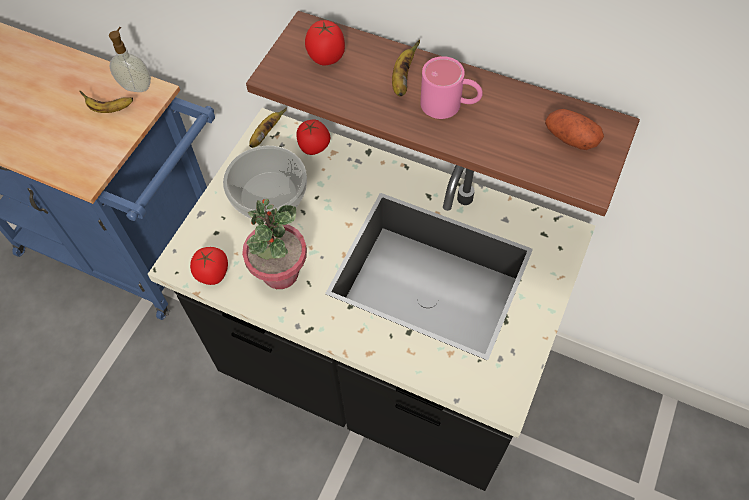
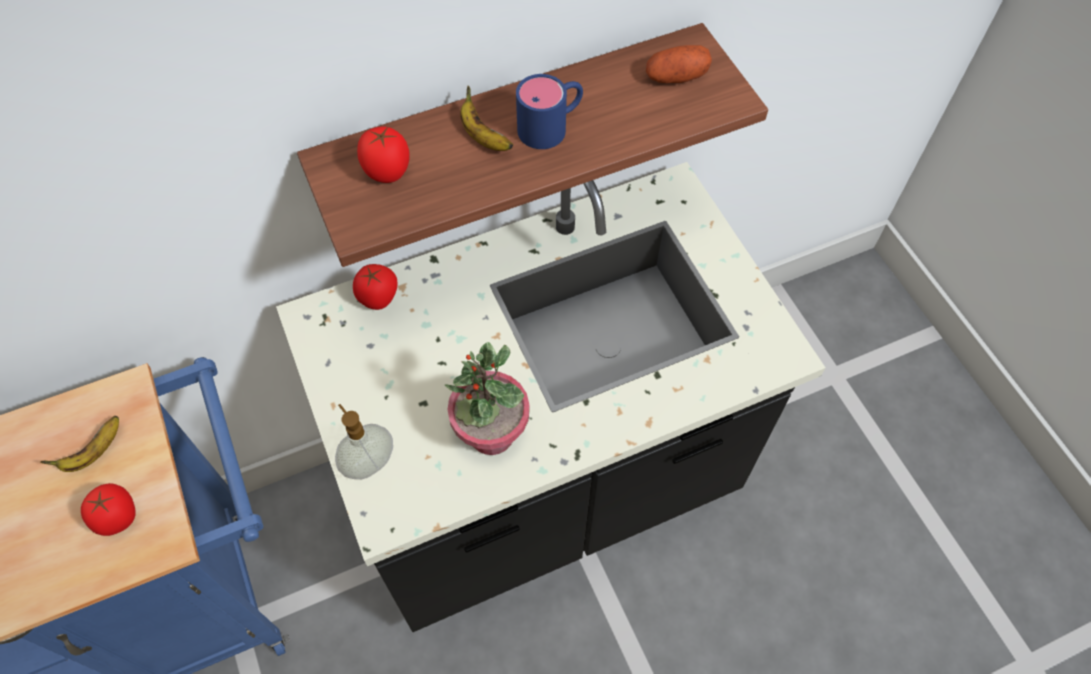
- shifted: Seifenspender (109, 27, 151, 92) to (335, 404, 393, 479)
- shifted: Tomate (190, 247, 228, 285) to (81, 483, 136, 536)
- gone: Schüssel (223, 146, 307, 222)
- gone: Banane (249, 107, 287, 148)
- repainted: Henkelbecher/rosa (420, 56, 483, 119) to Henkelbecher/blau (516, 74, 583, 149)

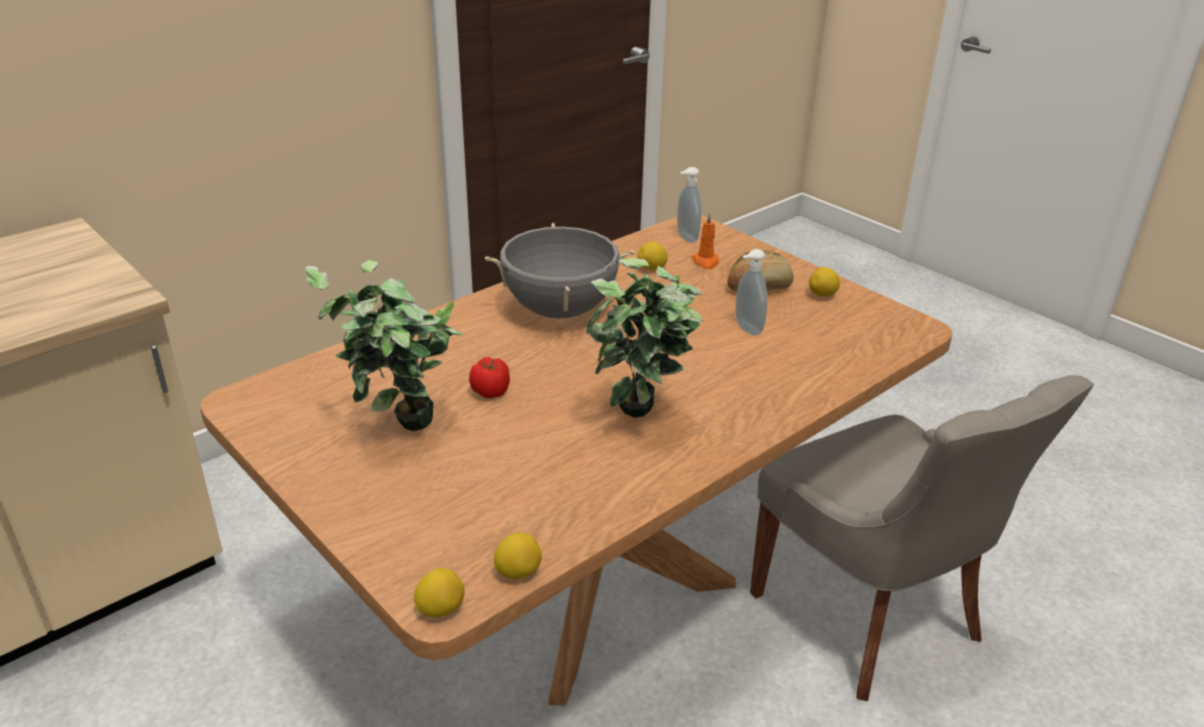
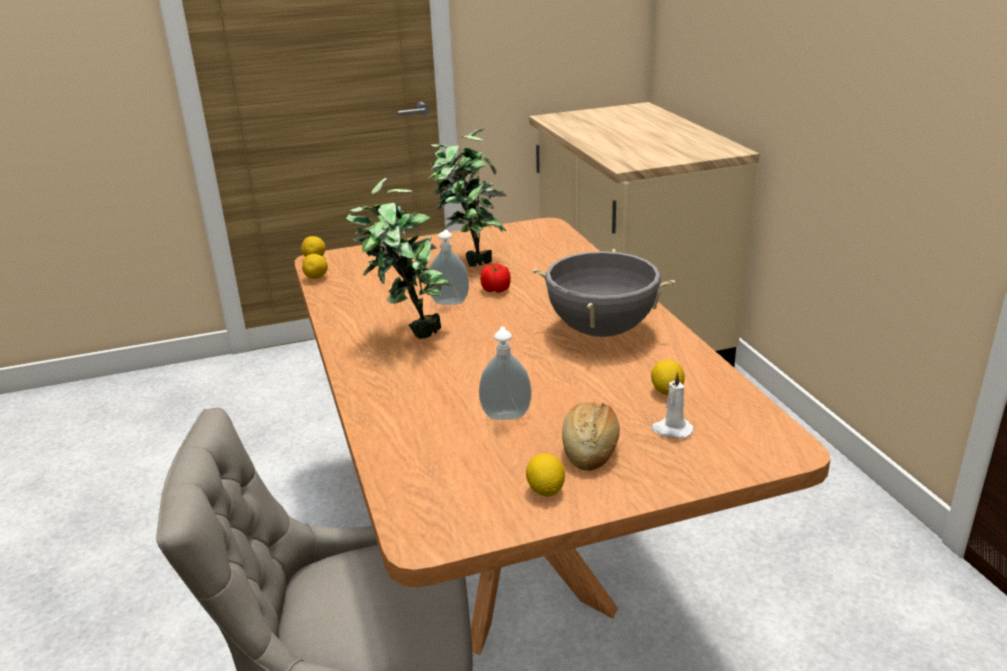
- shifted: Seifenspender (677, 167, 702, 243) to (428, 230, 469, 305)
- repainted: Kerze/orange (691, 213, 719, 269) to Kerze/weiß (651, 372, 693, 439)

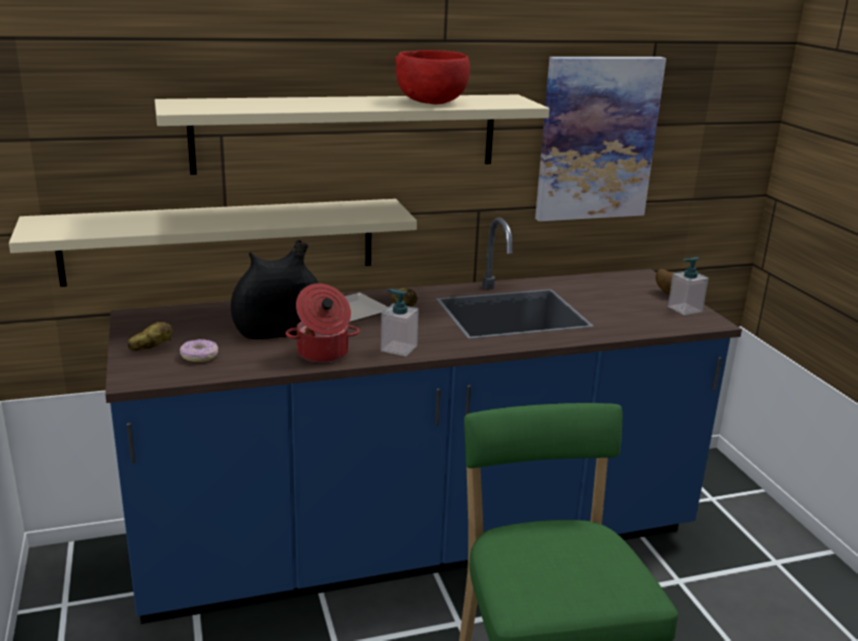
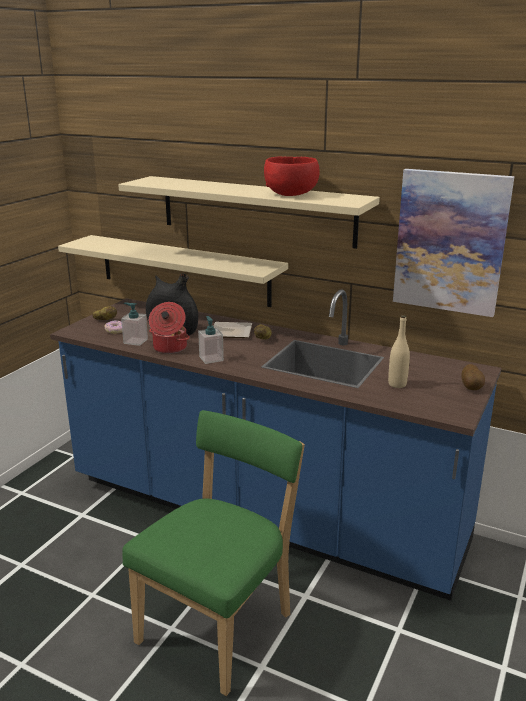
- shifted: Seifenspender (668, 257, 709, 315) to (121, 302, 148, 346)
- new: Flasche/beige (388, 315, 410, 388)

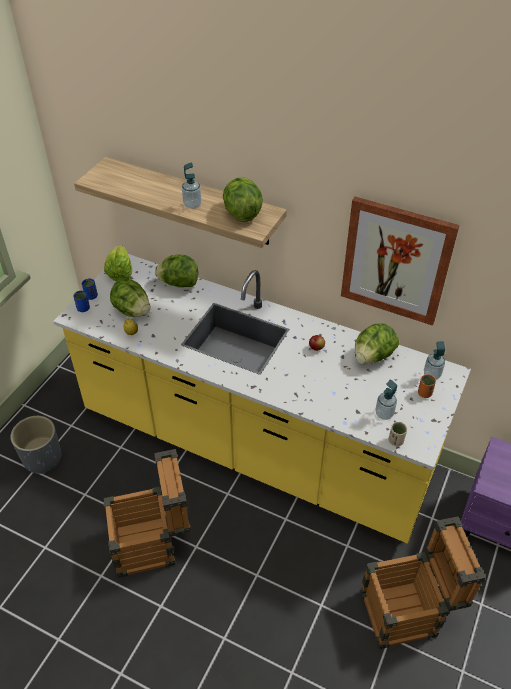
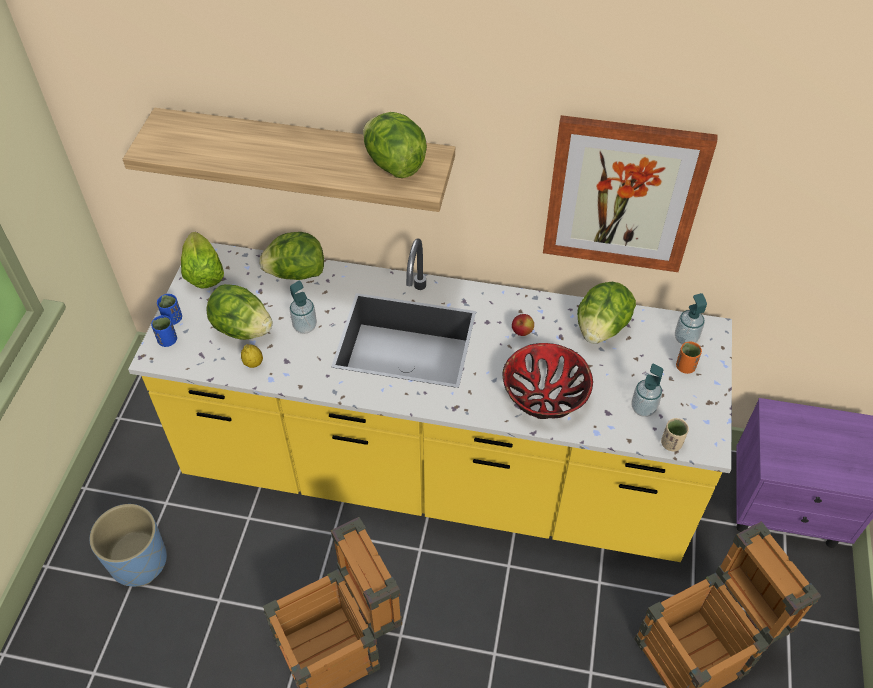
- repainted: Pflanzkübel/grau (11, 416, 62, 474) to Pflanzkübel/blau (90, 504, 167, 587)
- shifted: Seifenspender (182, 162, 201, 209) to (289, 281, 317, 334)
- new: Schüssel (503, 343, 593, 419)

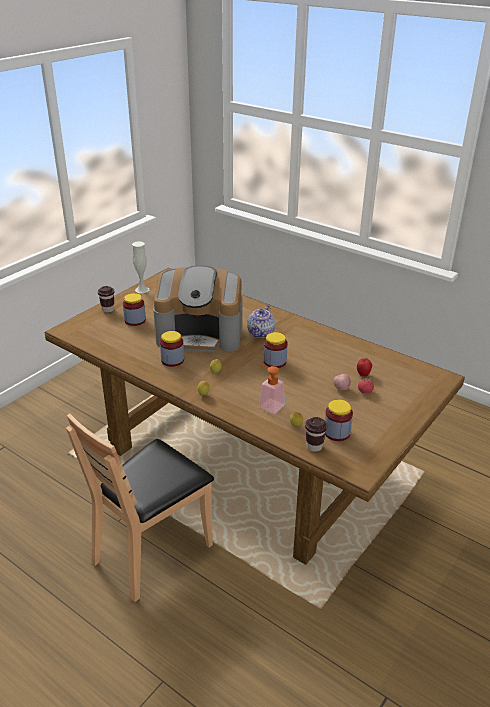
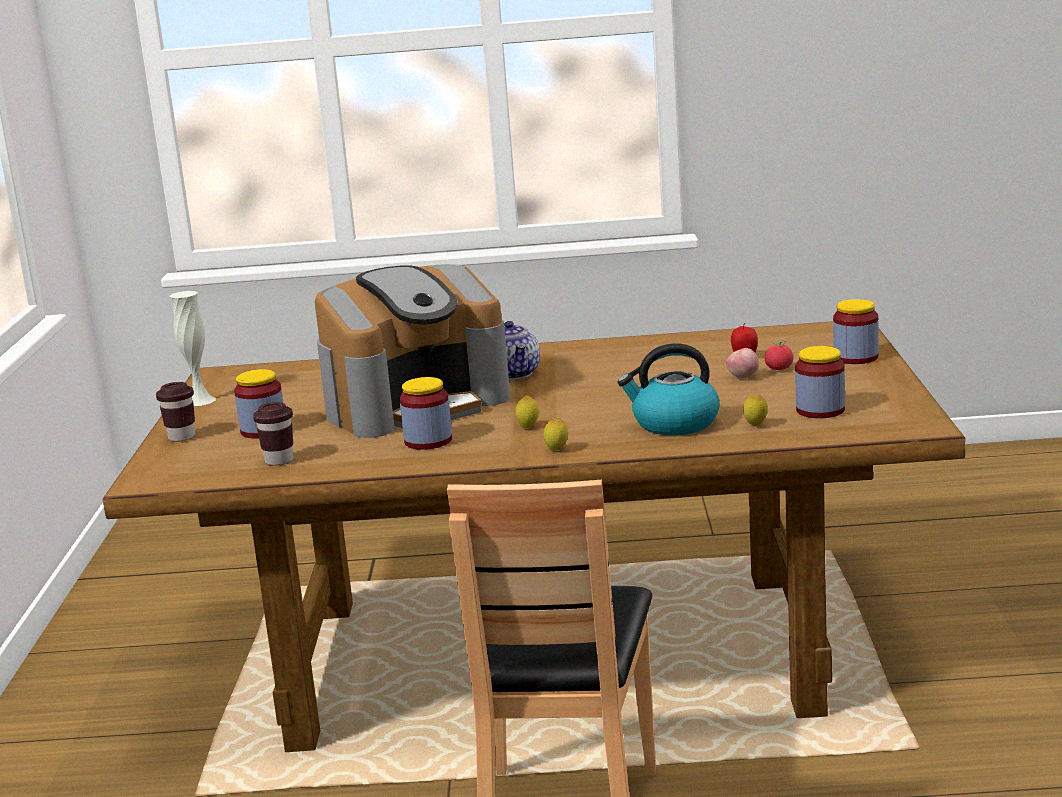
- swapped: Seifenspender (257, 363, 285, 414) to Wasserkessel (618, 343, 719, 435)
- shifted: Vorratsglas (264, 332, 288, 368) to (833, 299, 879, 364)
- shifted: Tasse/braun (305, 417, 327, 452) to (253, 402, 293, 466)

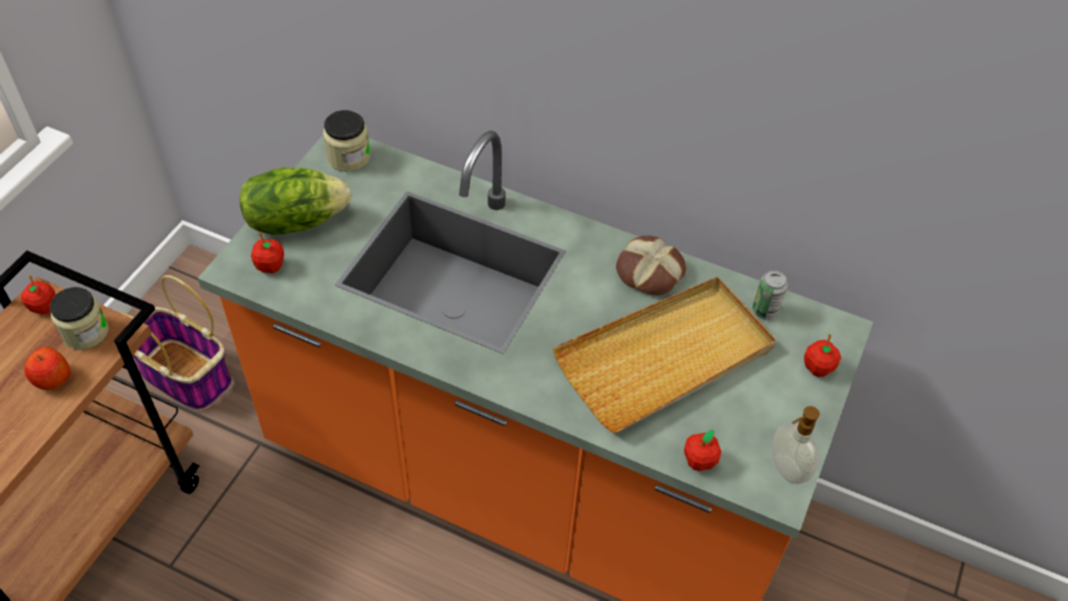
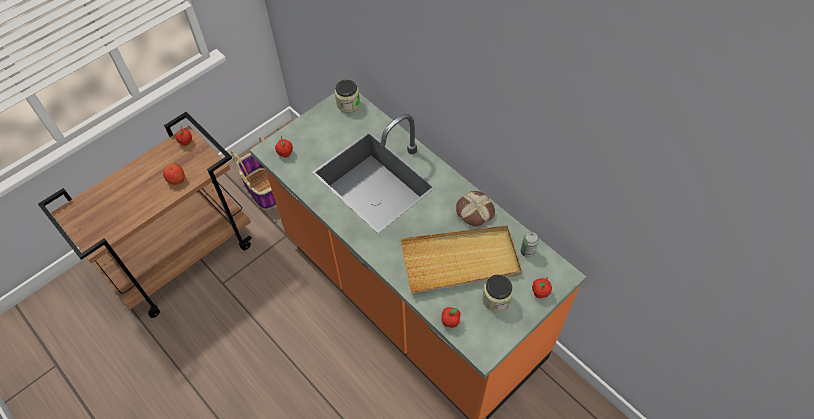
- shifted: Vorratsglas (50, 287, 109, 350) to (482, 274, 513, 312)
- gone: Salatkopf (240, 168, 352, 234)
- gone: Seifenspender (772, 406, 820, 484)

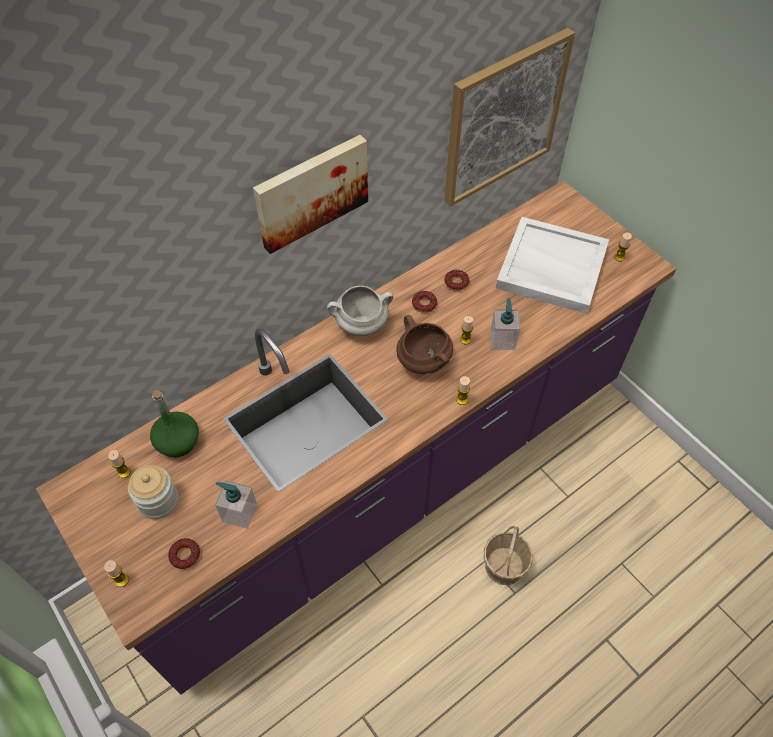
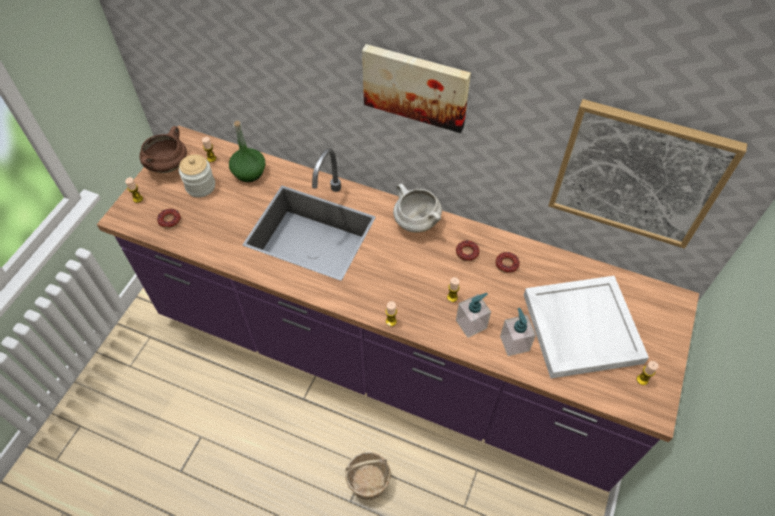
- shifted: Seifenspender (215, 480, 257, 529) to (500, 308, 536, 356)
- shifted: Kochtopf/braun (396, 315, 453, 374) to (139, 126, 187, 173)

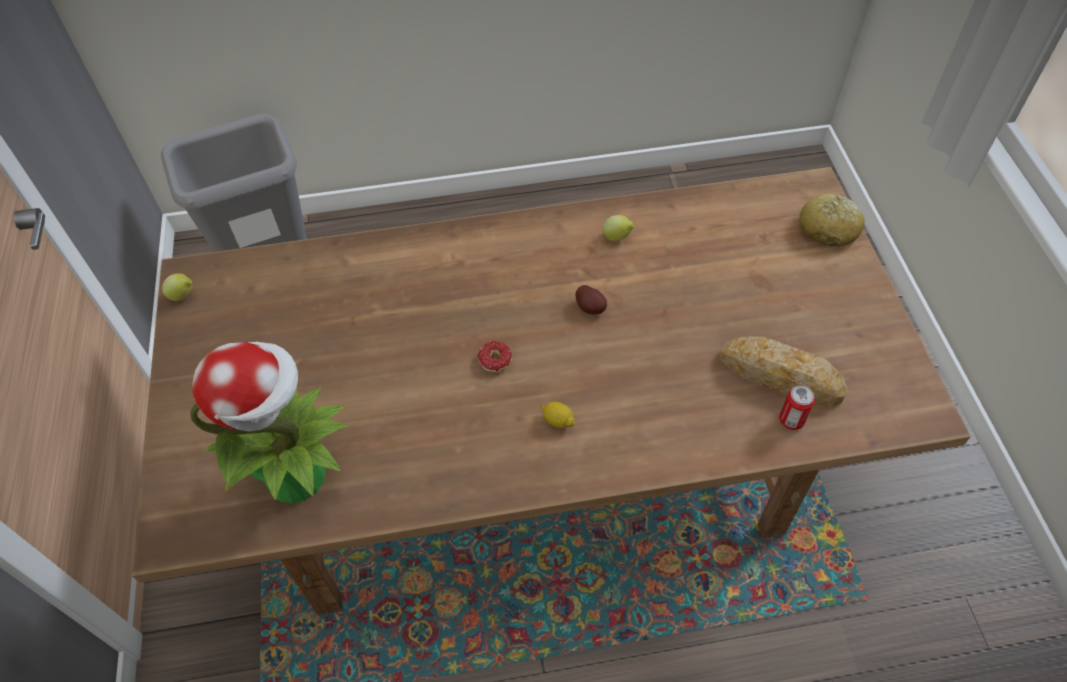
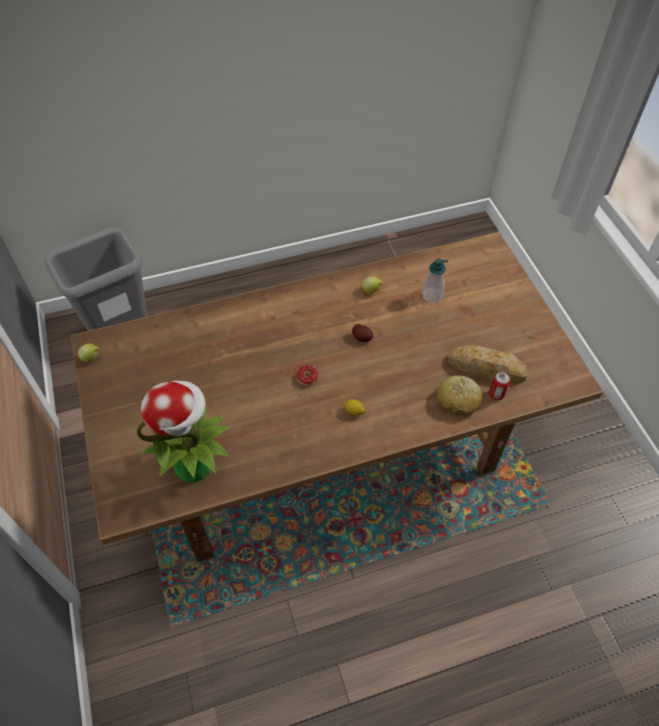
- shifted: Brot (799, 194, 865, 247) to (437, 375, 483, 415)
- new: Seifenspender (422, 258, 448, 303)

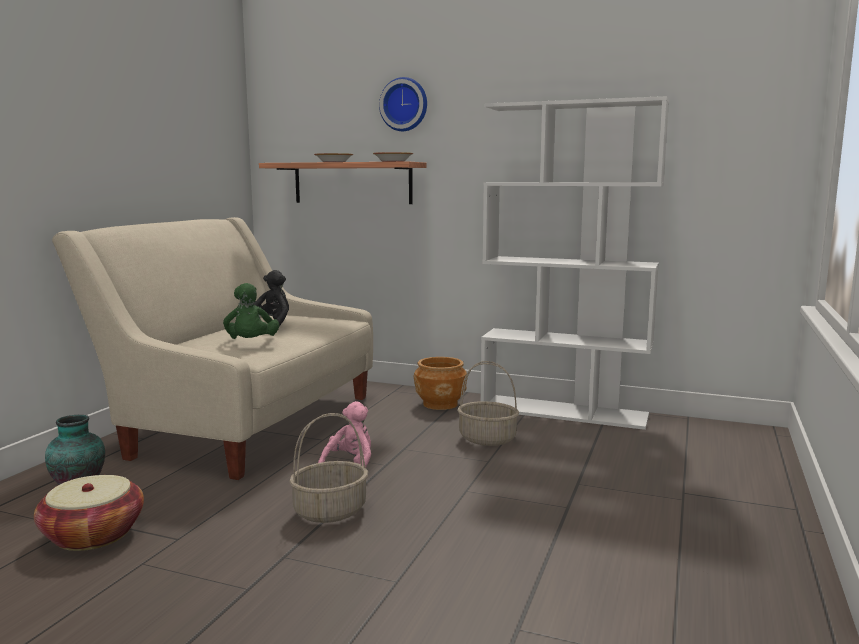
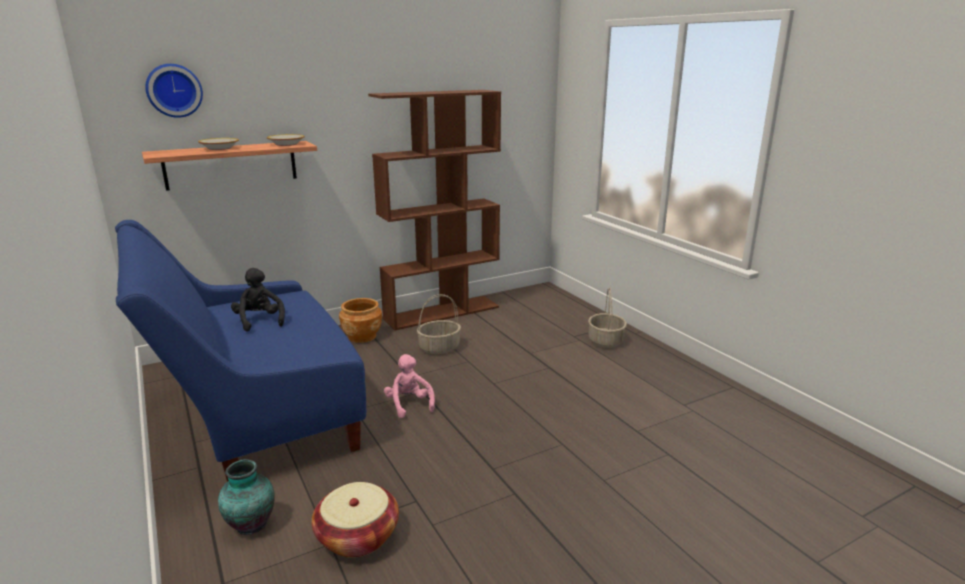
- repainted: Sofa/beige (52, 217, 373, 480) to Sofa/blau (115, 220, 366, 482)
- gone: Plüschtier/grün (223, 283, 279, 339)
- shifted: Korb (289, 413, 368, 523) to (588, 288, 627, 348)
- shifted: Wanduhr (379, 77, 427, 131) to (145, 64, 203, 118)
- repainted: Bücherregal/weiß (481, 96, 669, 430) to Bücherregal/braun (368, 90, 501, 330)

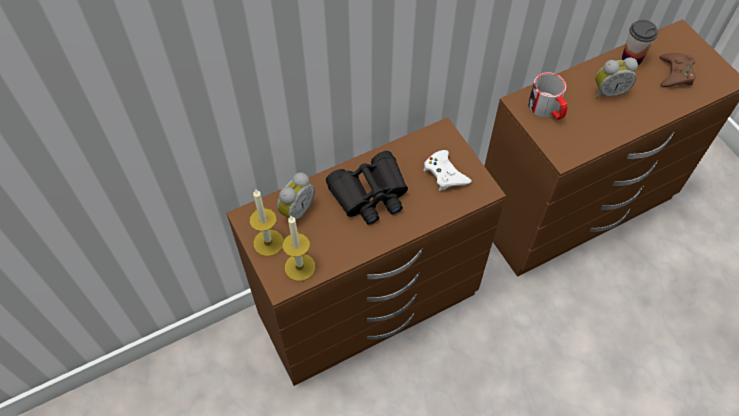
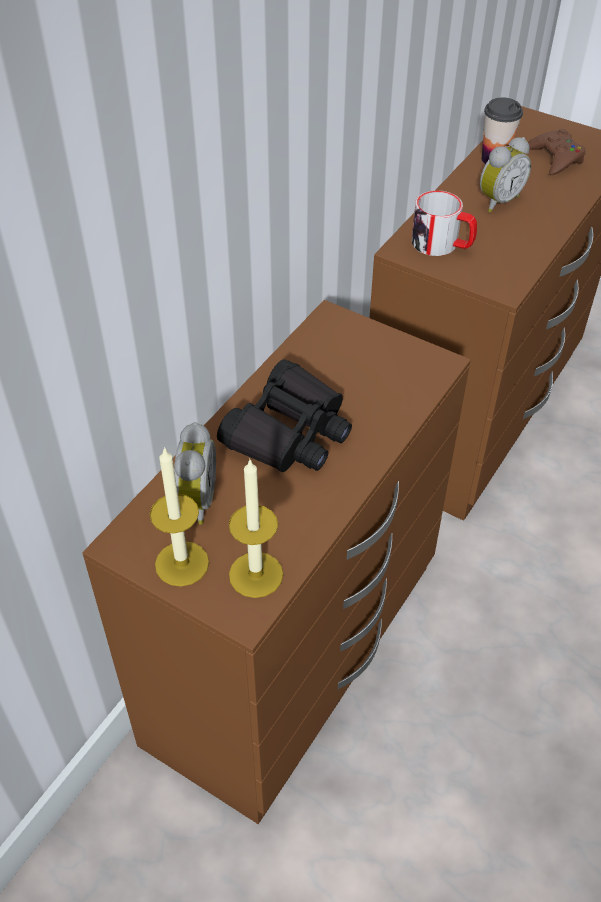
- gone: Gamepad/weiß (424, 150, 472, 191)

